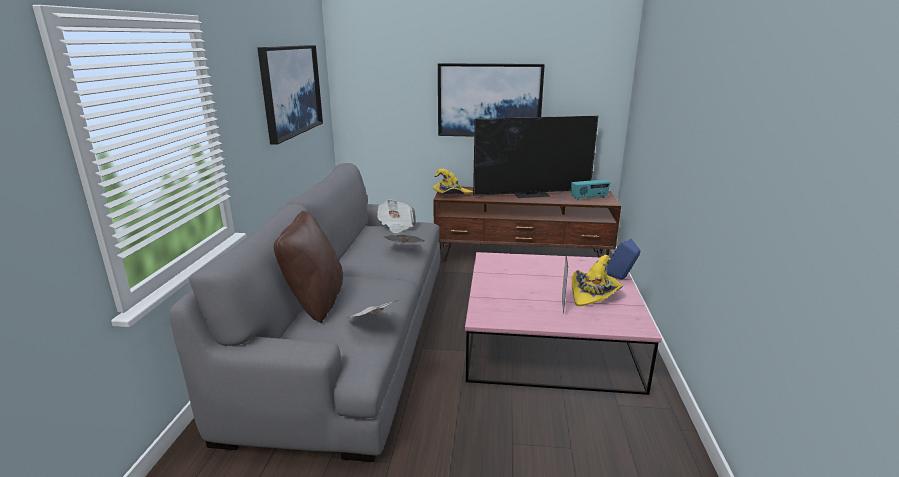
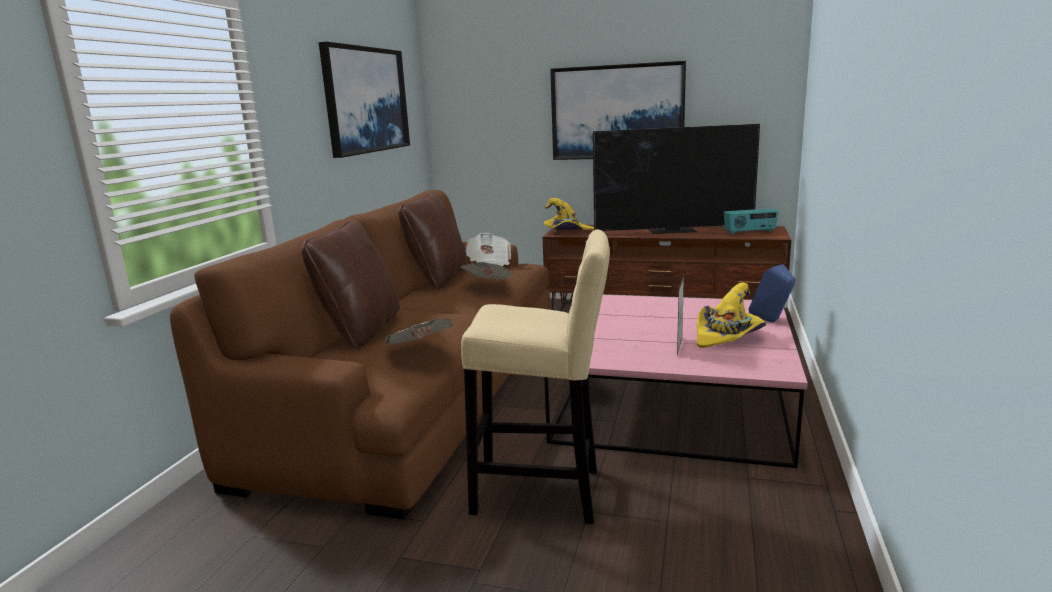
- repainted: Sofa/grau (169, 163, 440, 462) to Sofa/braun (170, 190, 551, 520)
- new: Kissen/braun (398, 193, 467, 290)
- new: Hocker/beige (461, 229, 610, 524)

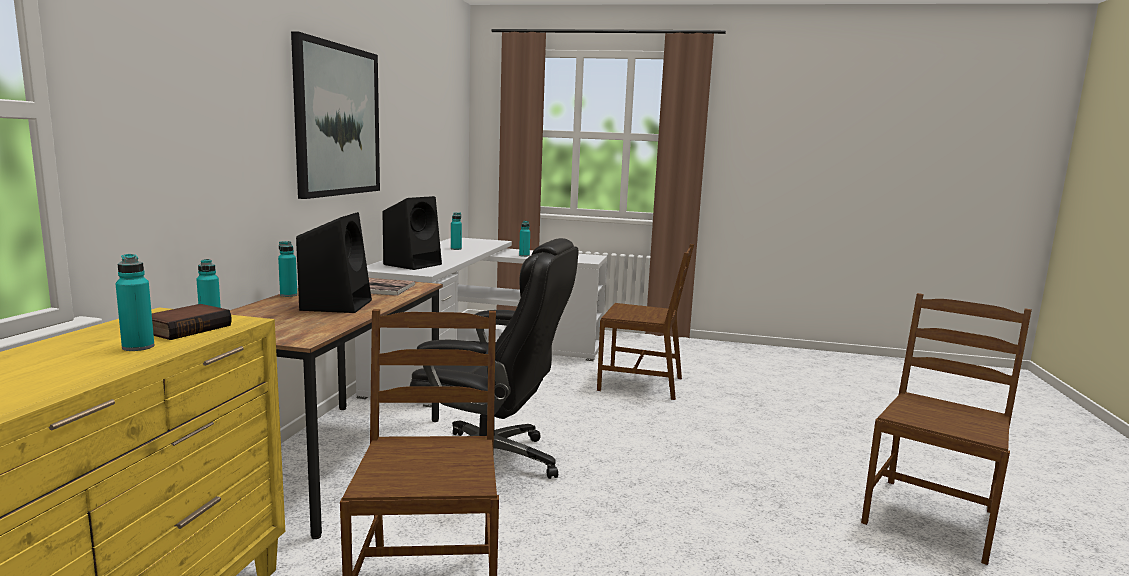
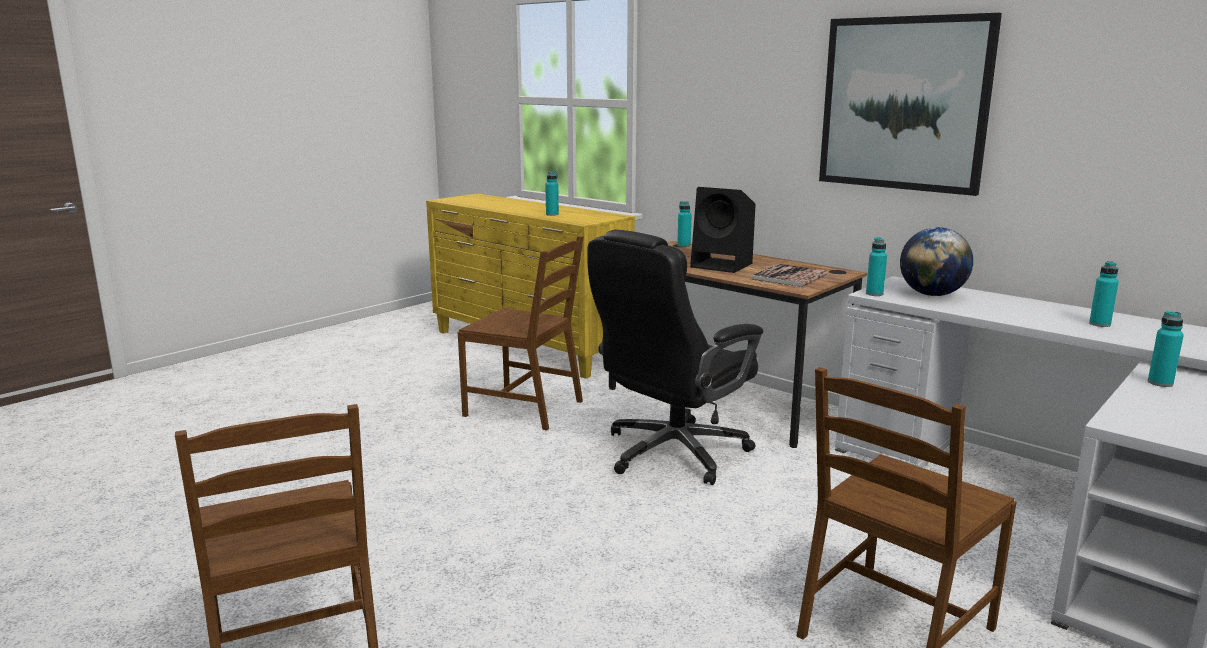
- gone: Buch (152, 304, 232, 340)
- shifted: Flasche/türkis (278, 241, 297, 297) to (866, 237, 887, 296)
- swapped: Lautsprecher/schwarz (382, 196, 442, 270) to Globus (900, 227, 973, 296)

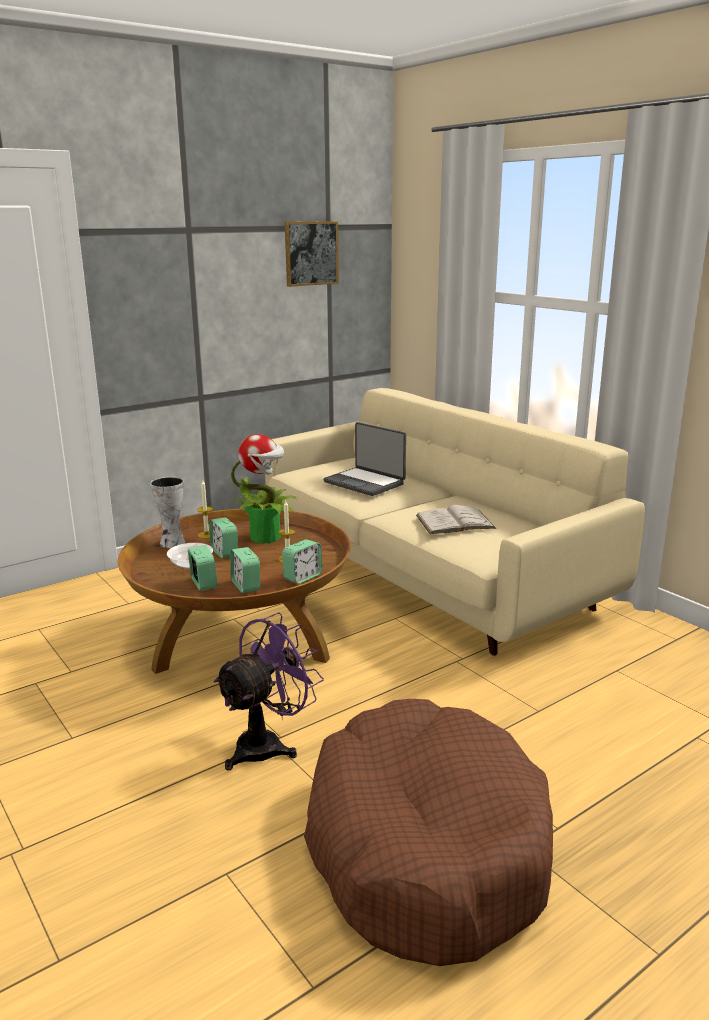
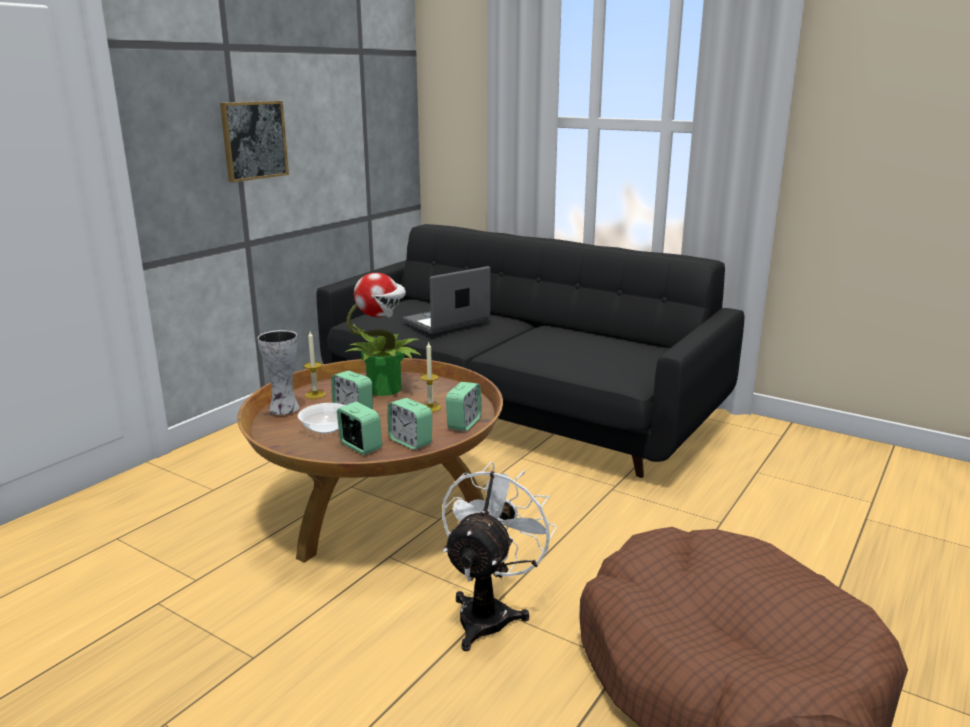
- repainted: Ventilator/lila (214, 612, 324, 771) to Ventilator/weiß (442, 462, 557, 651)
- repainted: Sofa/beige (265, 388, 645, 656) to Sofa/schwarz (317, 224, 744, 478)
- shifted: Bild (285, 221, 339, 287) to (220, 101, 289, 182)
- rotated: Laptop (323, 422, 406, 496) = (403, 266, 490, 334) 120 degrees clockwise
- gone: Buch/weiß (416, 505, 496, 534)

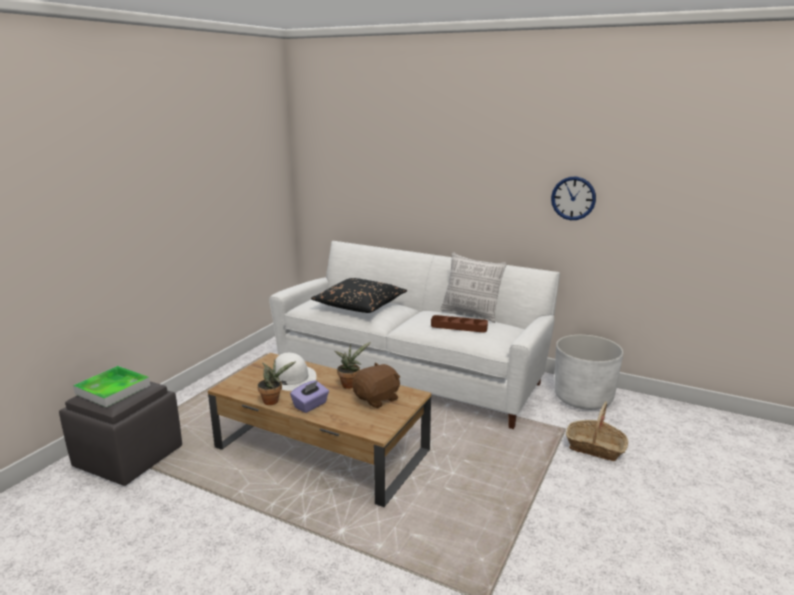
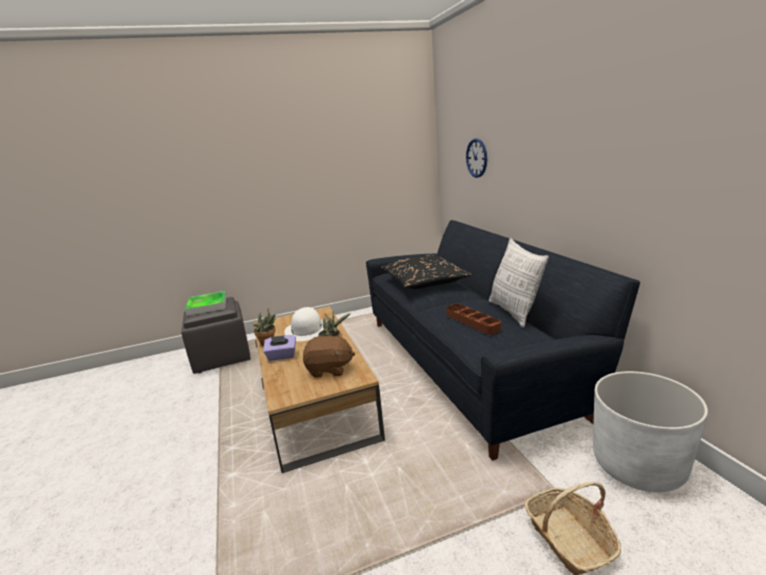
- repainted: Sofa/weiß (269, 241, 560, 429) to Sofa/schwarz (366, 220, 640, 461)
- shifted: Wanduhr (551, 176, 596, 220) to (466, 138, 487, 178)

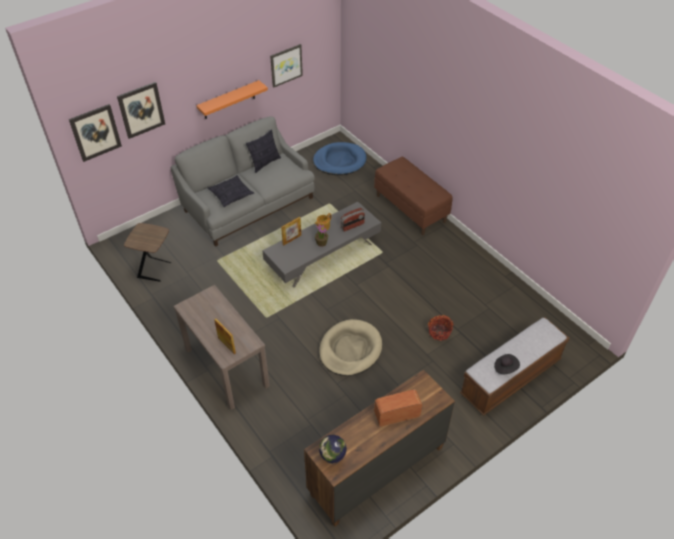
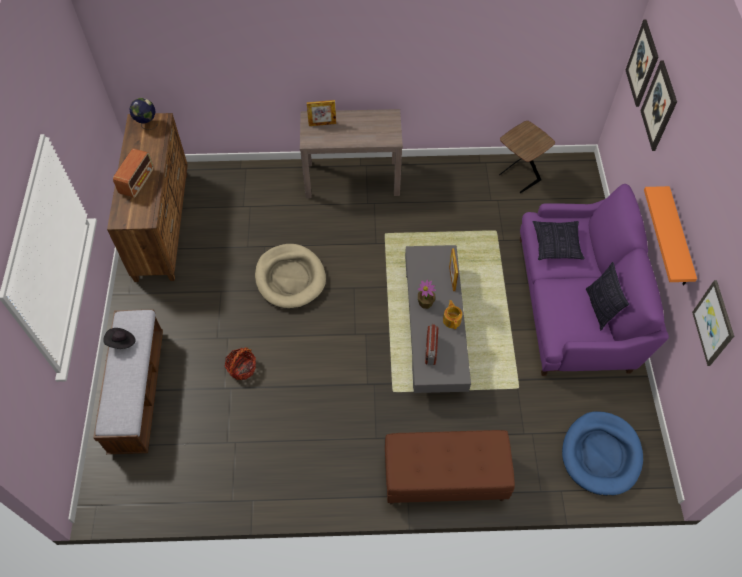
- repainted: Sofa/grau (171, 117, 315, 247) to Sofa/lila (520, 184, 669, 376)

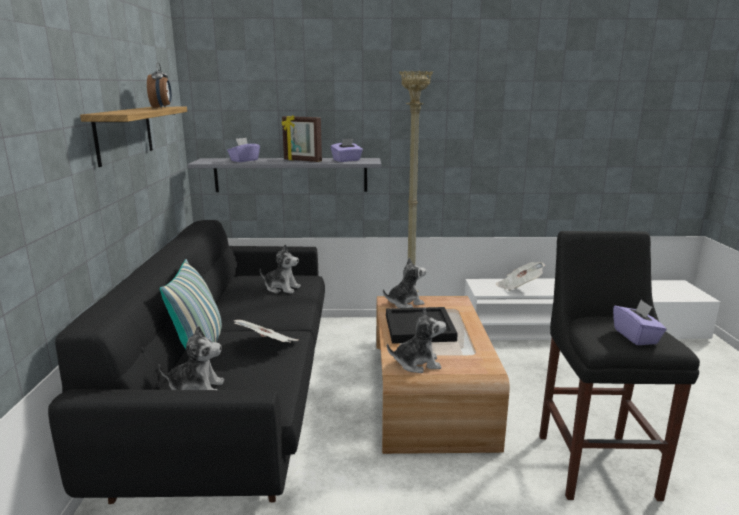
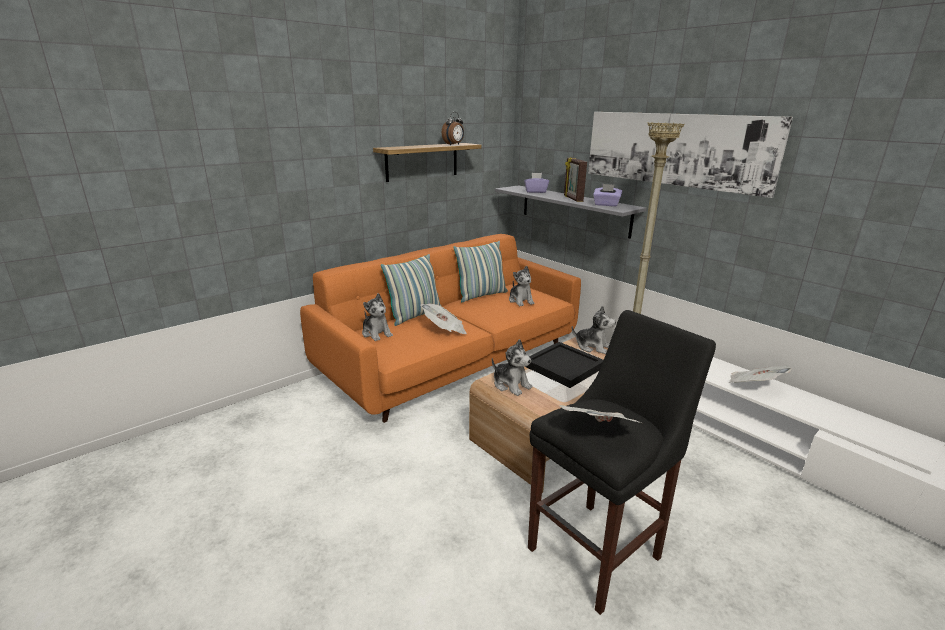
- repainted: Sofa/schwarz (48, 220, 325, 504) to Sofa/orange (300, 234, 581, 423)
- swapped: Taschentuchbox/lila (613, 300, 667, 345) to Zeitung (559, 405, 644, 424)
- new: Kissen (453, 241, 508, 302)
- new: Bild (588, 112, 793, 198)

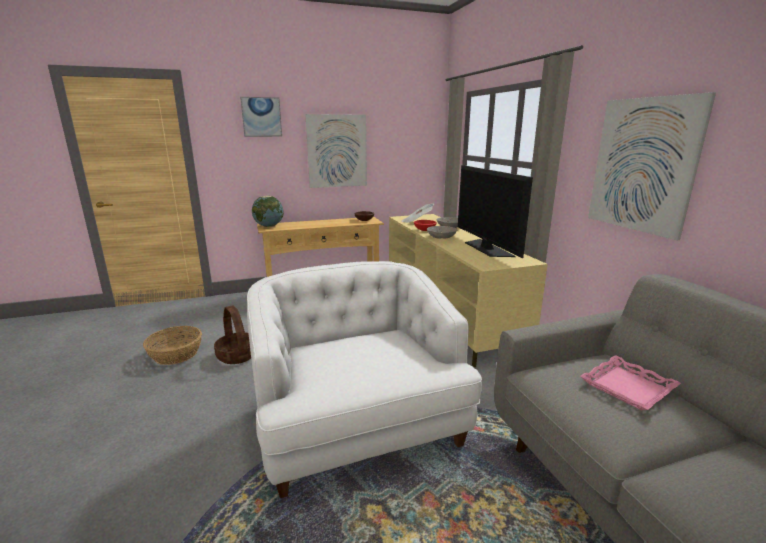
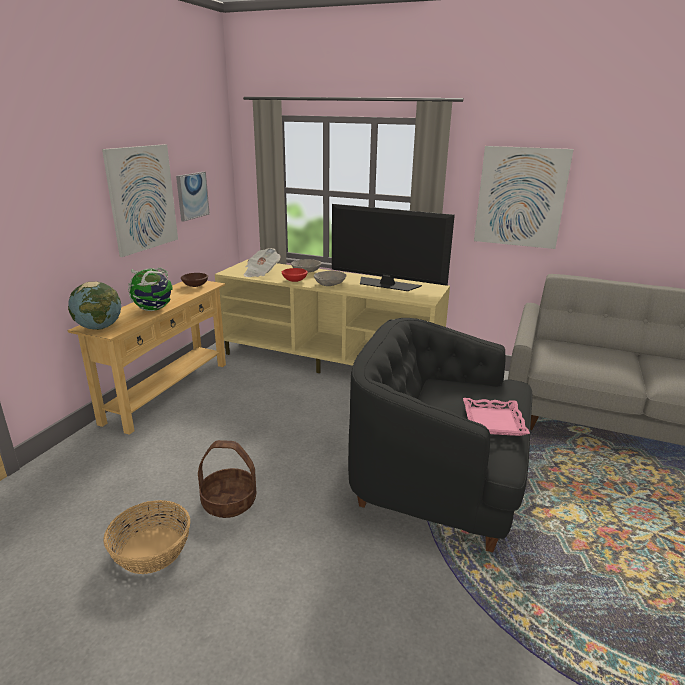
- shifted: Bild (240, 97, 282, 137) to (176, 172, 210, 222)
- repainted: Sessel/weiß (247, 261, 482, 498) to Sessel/schwarz (348, 318, 532, 553)
- shifted: Tablett/rosa (580, 355, 681, 410) to (463, 398, 530, 436)
- new: Globus (128, 268, 173, 311)

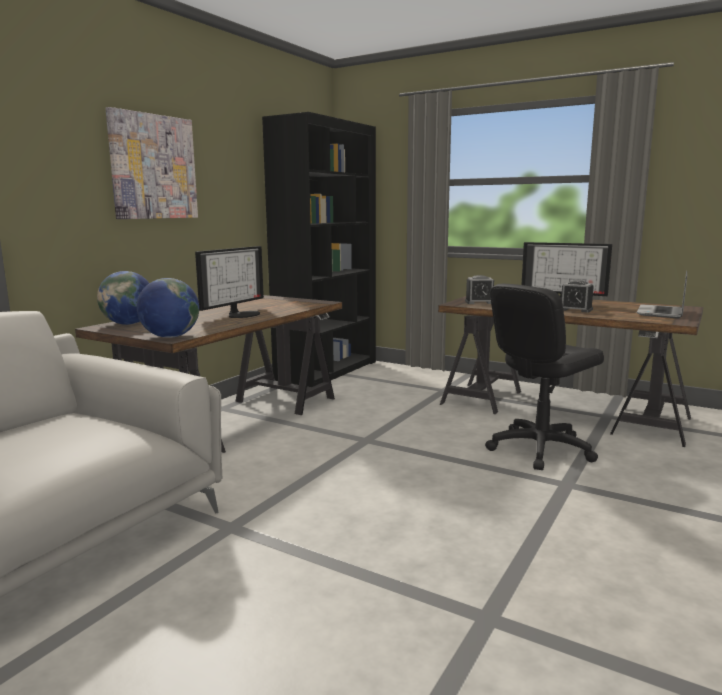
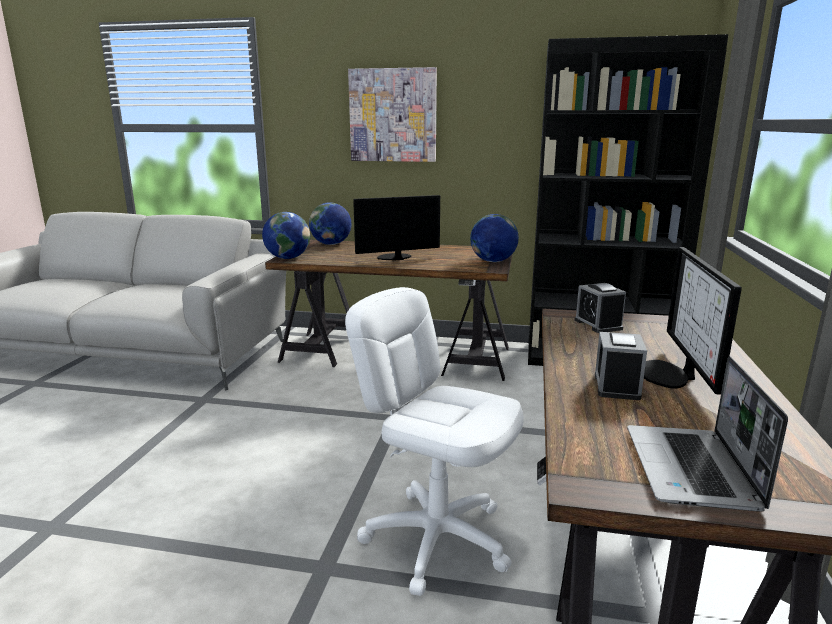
- rotated: Monitor (195, 246, 264, 318) = (353, 195, 440, 261) 150 degrees clockwise
- repainted: Bürostuhl/schwarz (485, 284, 604, 470) to Bürostuhl/weiß (345, 287, 524, 596)
- rotated: Laptop (637, 270, 687, 318) = (627, 356, 788, 512) 90 degrees counterclockwise
- new: Globus (470, 214, 519, 262)

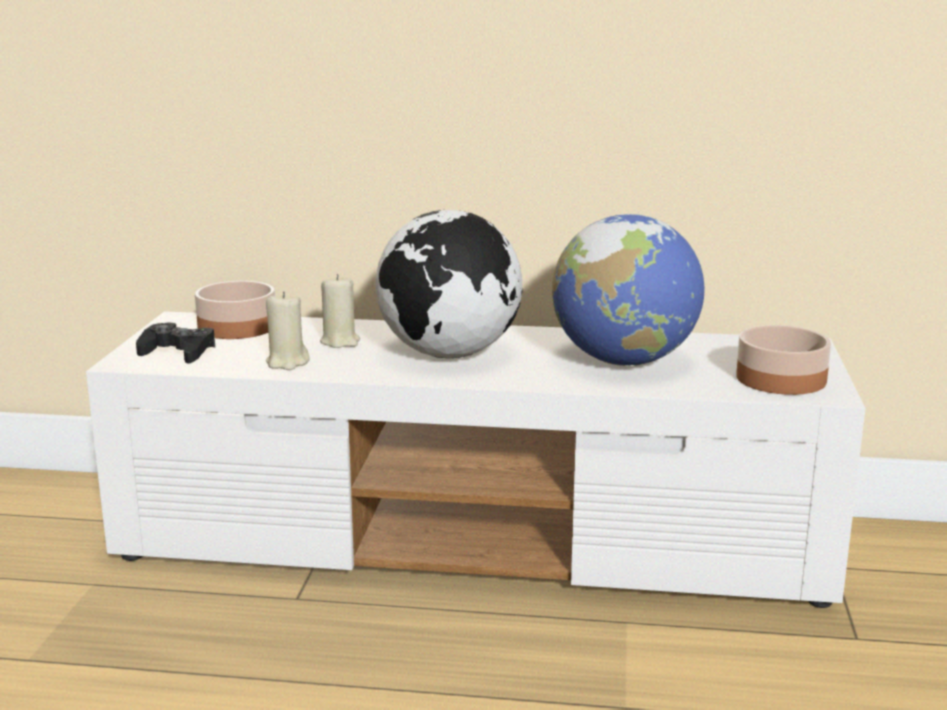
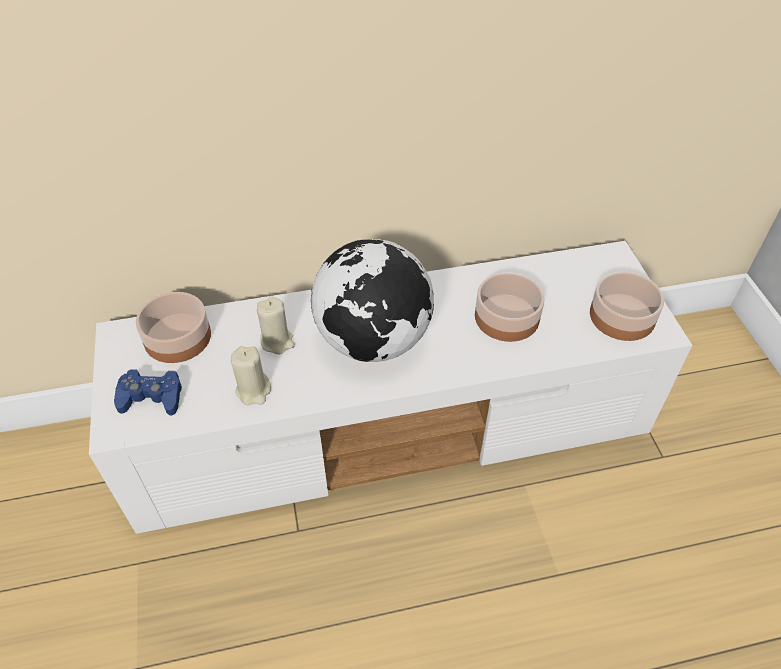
- repainted: Gamepad/schwarz (136, 322, 215, 364) to Gamepad/blau (114, 369, 182, 416)
- swapped: Globus (552, 214, 705, 366) to Schüssel (475, 273, 544, 342)

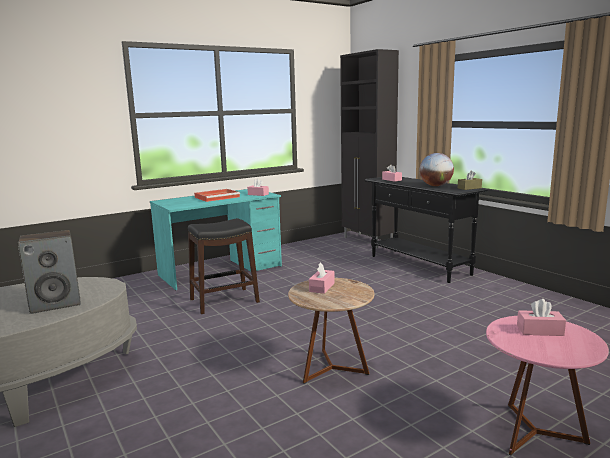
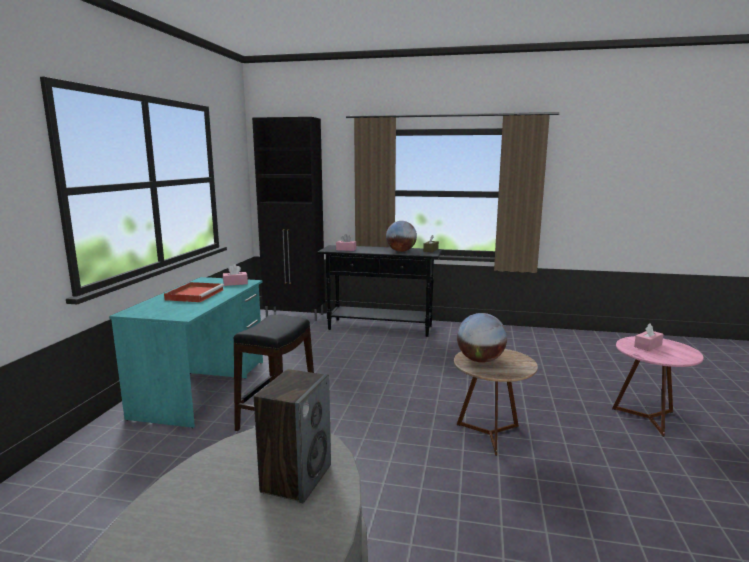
- swapped: Taschentuchbox/rosa (309, 262, 335, 294) to Globus (457, 313, 507, 363)

